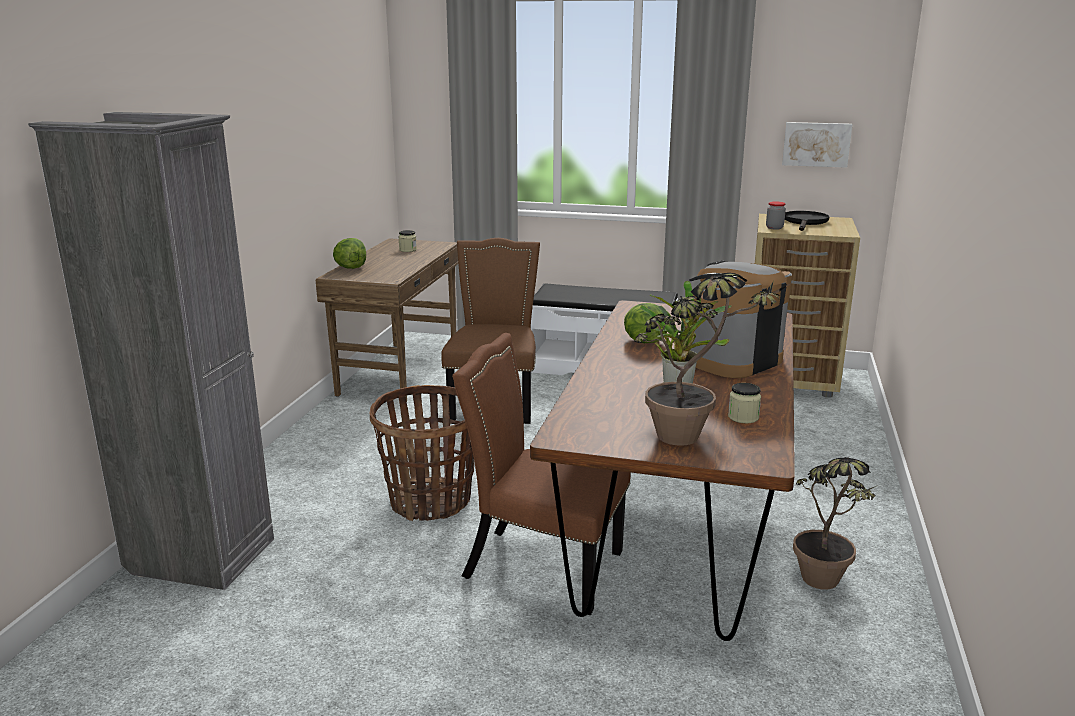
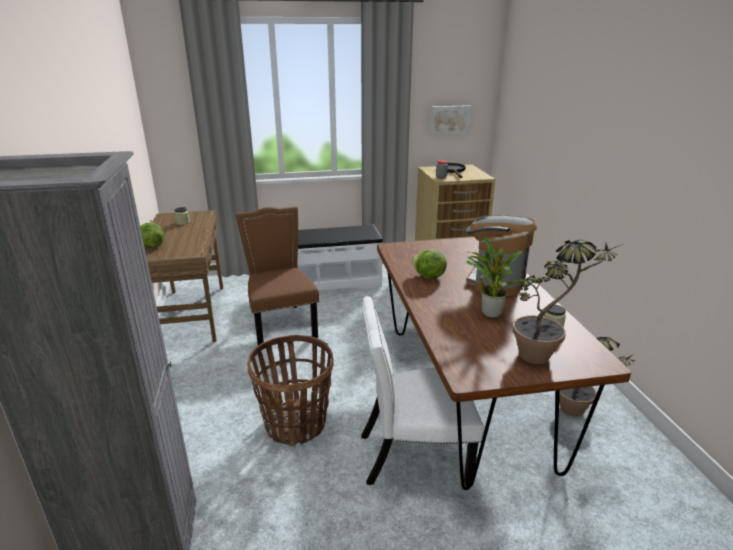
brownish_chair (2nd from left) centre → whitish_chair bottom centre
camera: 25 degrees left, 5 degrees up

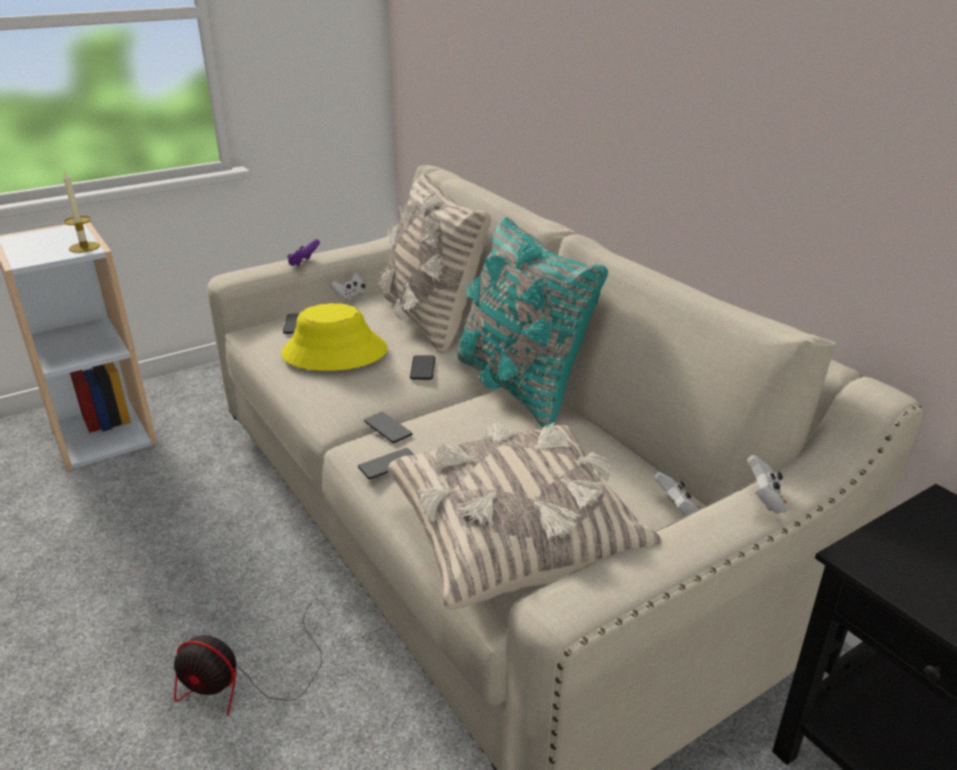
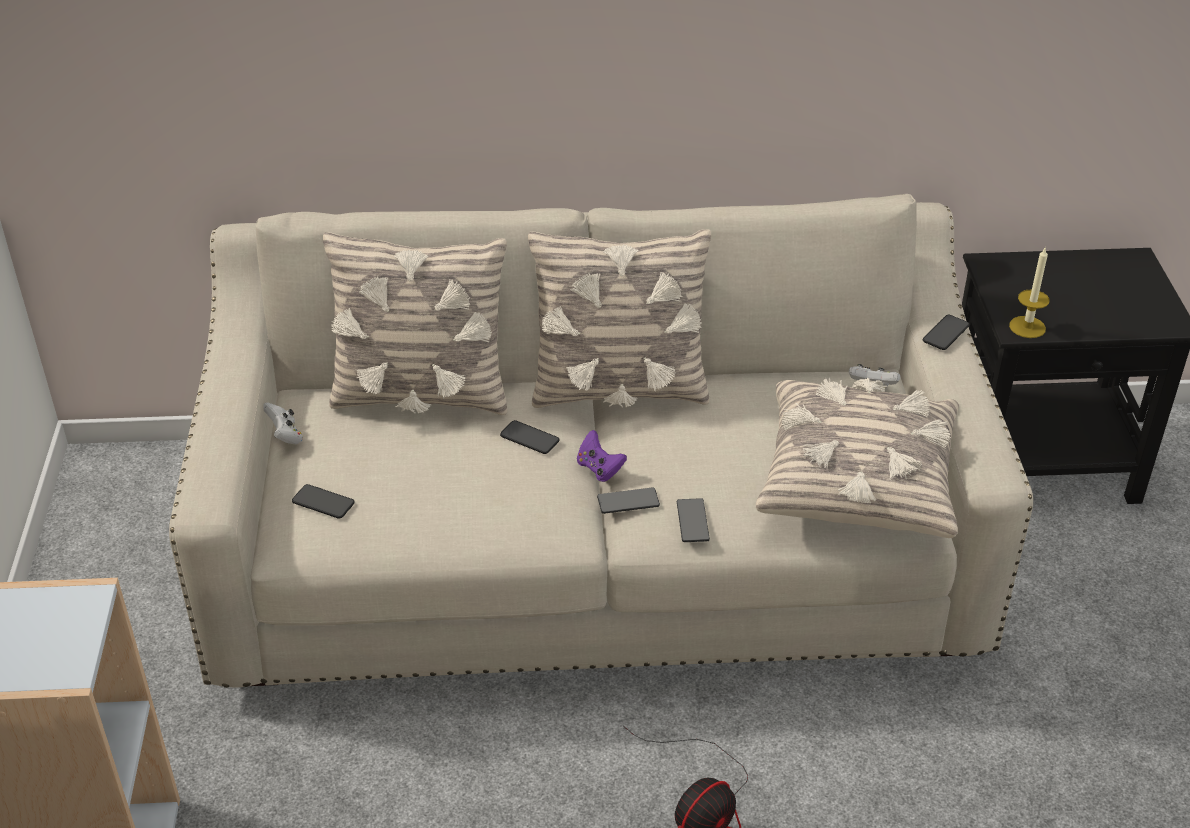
candle top left → candle middle right, move
yellowish_wearable_hat centre → -
purplish_joypad top left → purplish_joypad centre, move
turquoise_pillow centre → beige_pillow (2nd from left) centre
whitish_joypad (3rd from left) middle right → phone (5th from left) middle right
camera: 60 degrees left, 10 degrees up

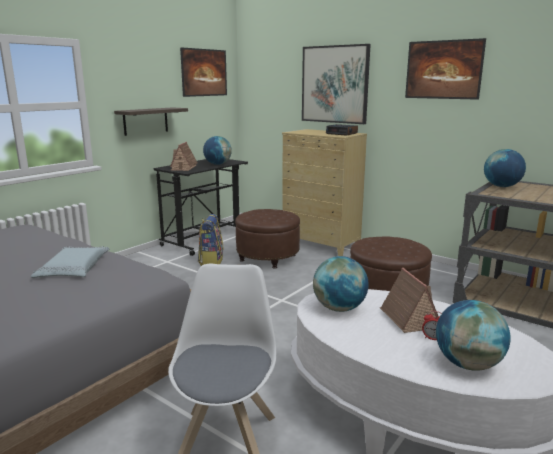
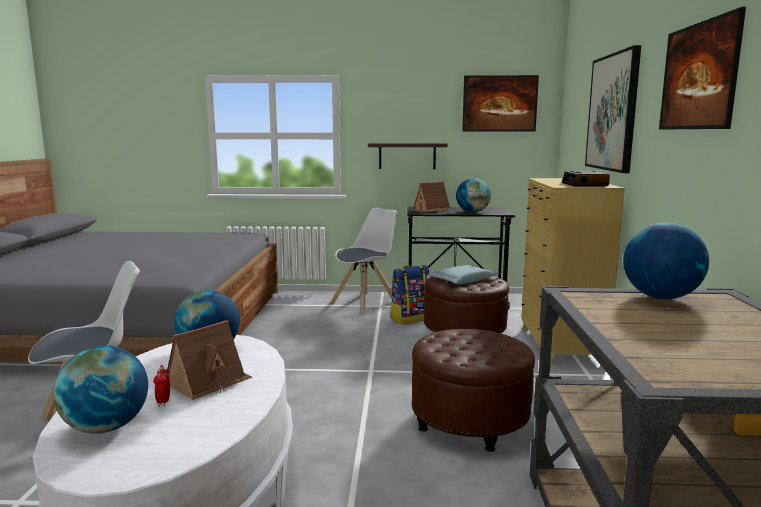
blue_pillow middle left → blue_pillow centre, move
- → chair (2nd from left) centre
camera: 55 degrees right, 5 degrees down

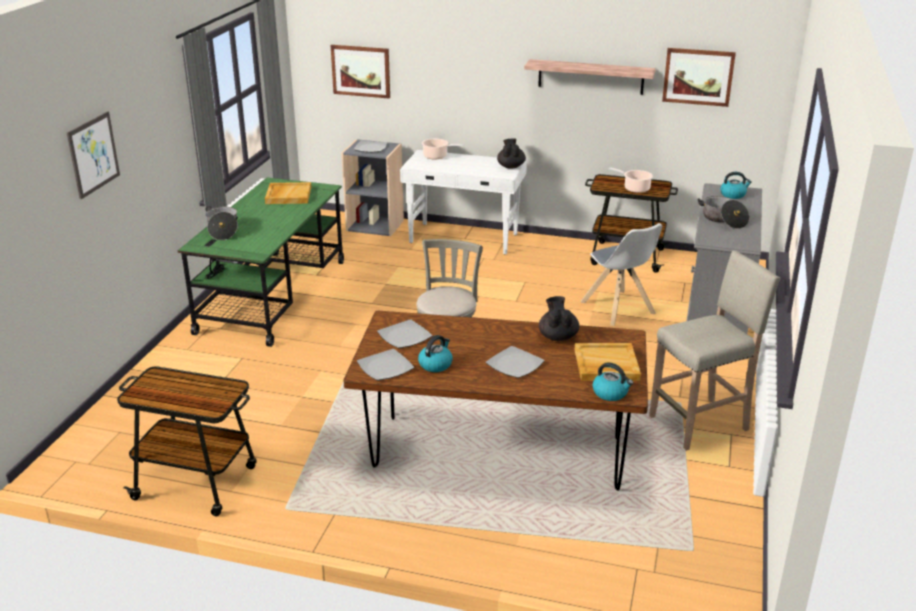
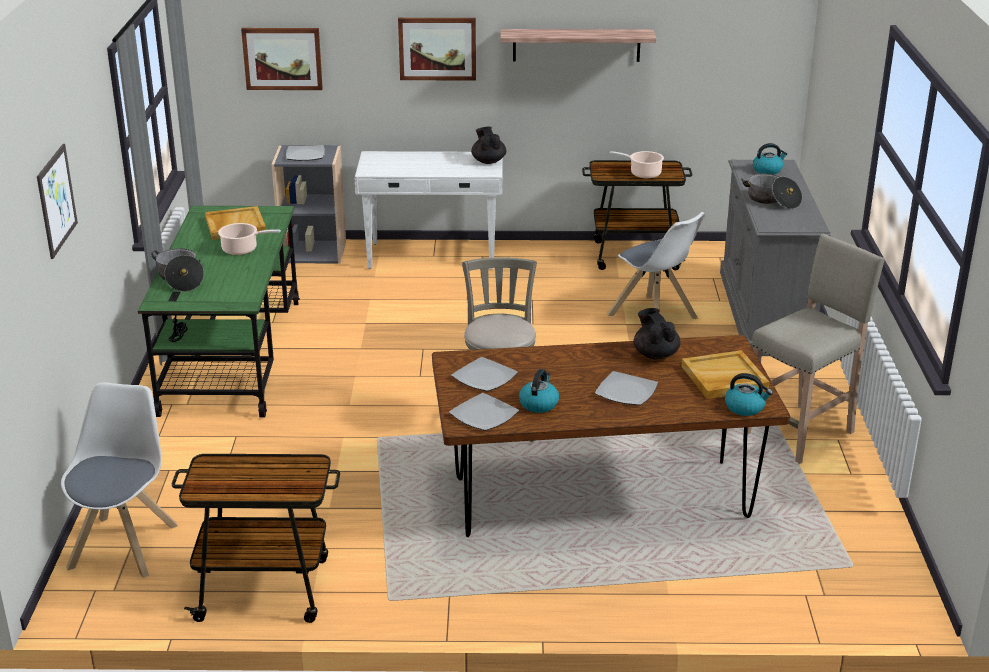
cooking_pot (2nd from left) top centre → cooking_pot (2nd from left) middle left, move
picture (3rd from left) top right → picture (3rd from left) top centre, move
- → chair (1st from left) bottom left
camera: 15 degrees left, 0 degrees up

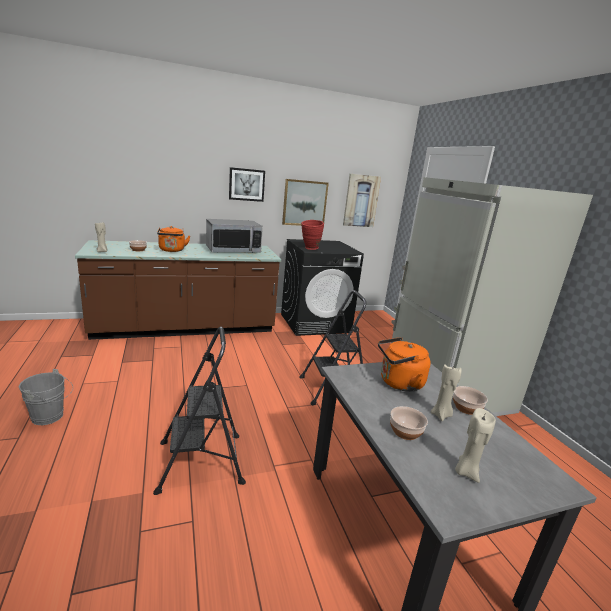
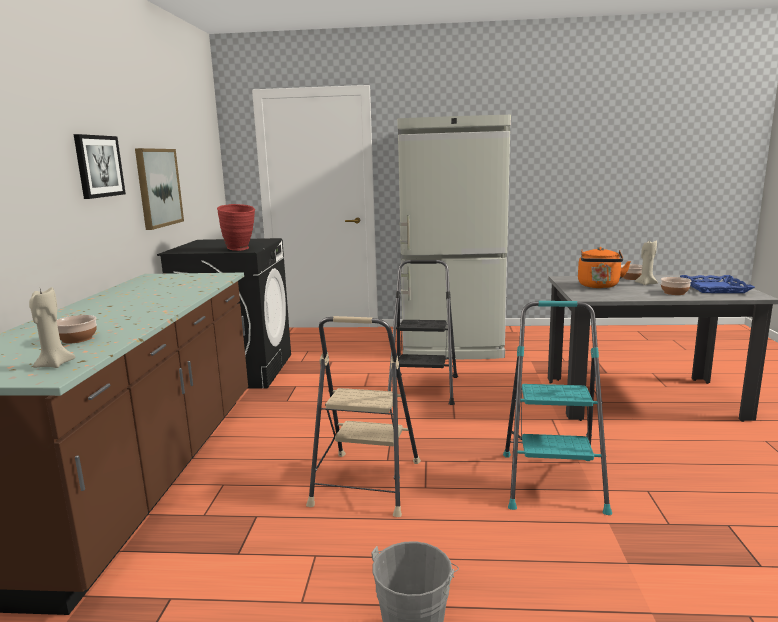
black_stepladder (1st from left) bottom left → turquoise_stepladder middle right
orange-coloured_tea_kettle (1st from left) middle left → -
microwave centre → -
picture (3rd from left) top centre → -
beige_candle (3rd from left) bottom right → blue_serving_tray middle right
- → beige_stepladder bottom centre
camera: 65 degrees left, 5 degrees down

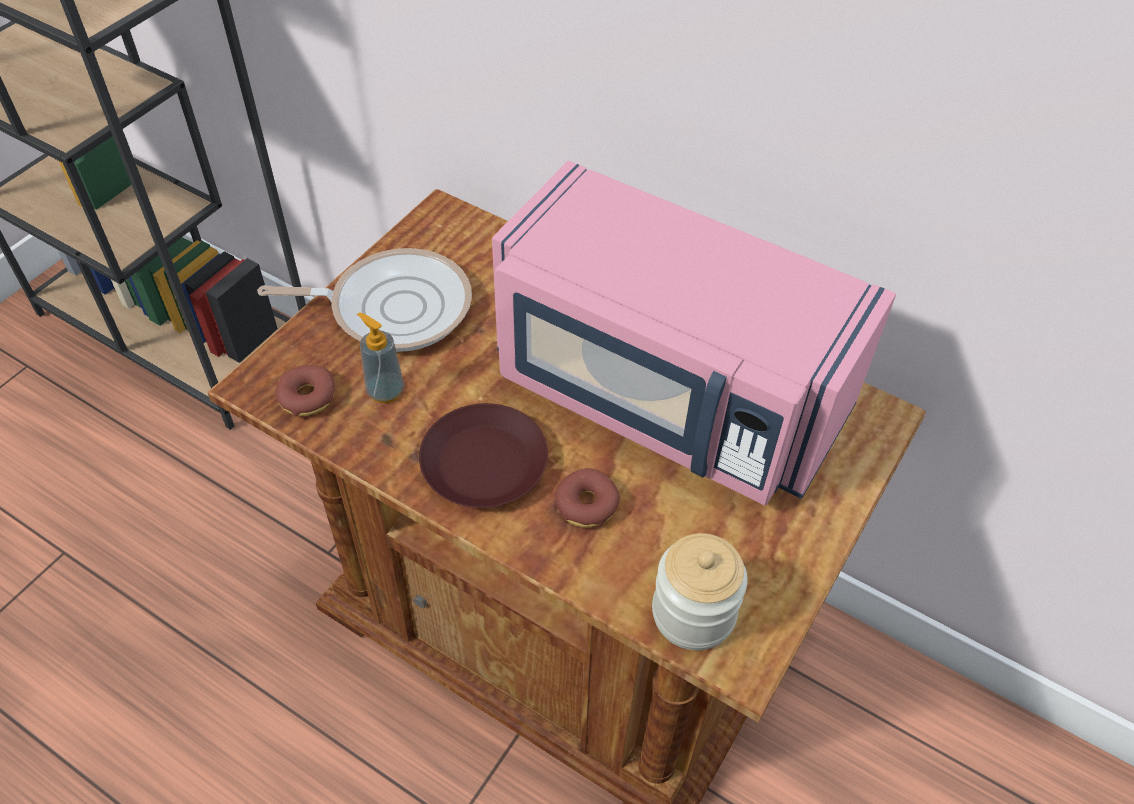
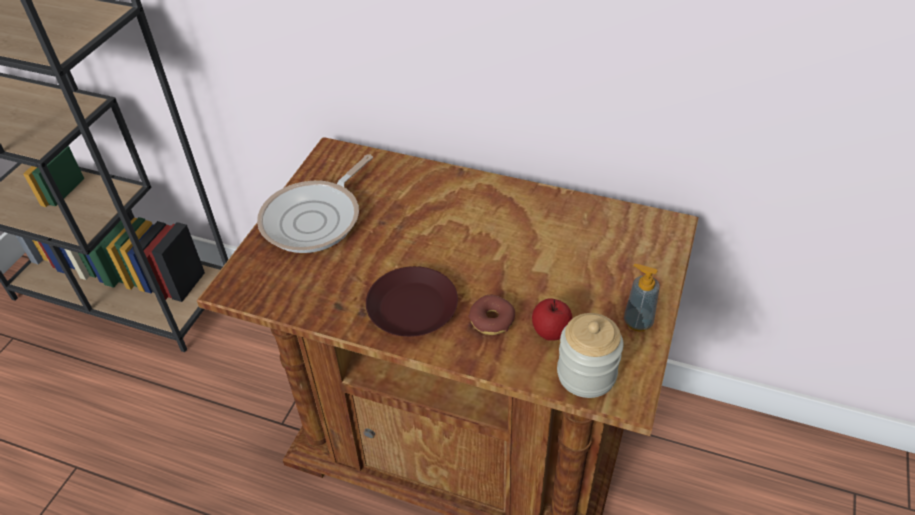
skillet middle left → skillet centre, 135 degrees clockwise
doughnut (1st from left) middle left → -
soap_bottle centre → soap_bottle middle right, move
pinkish_microwave centre → -
- → apple centre
camera: 10 degrees left, 5 degrees down

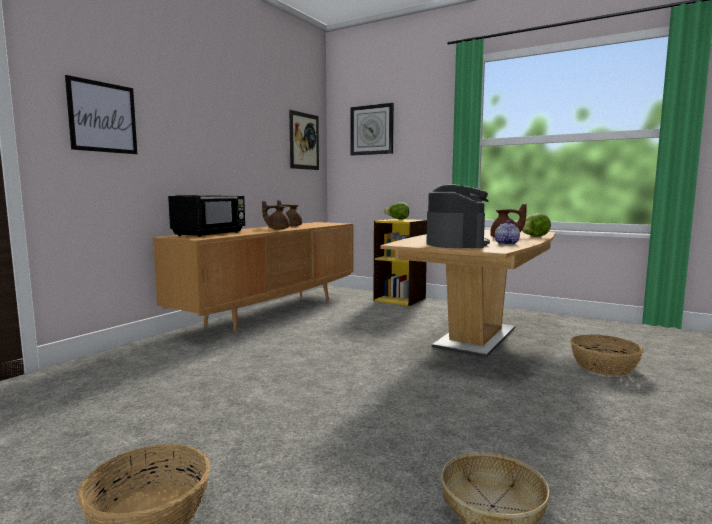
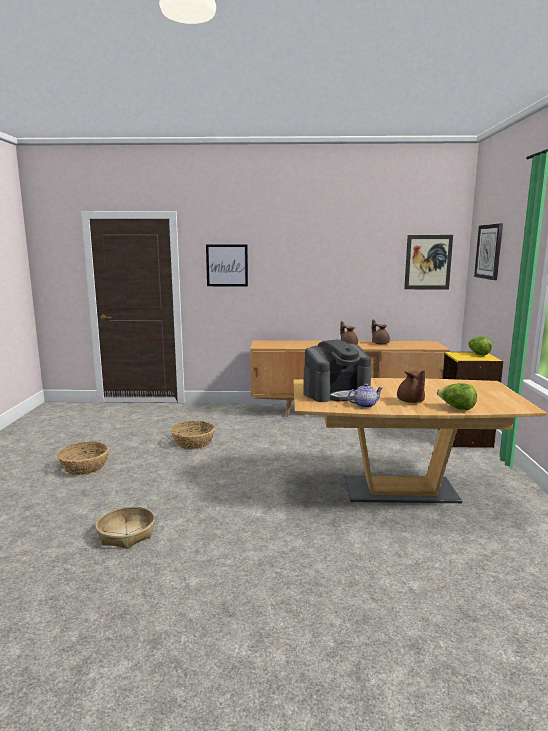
black_microwave middle left → -
basket (3rd from left) bottom right → basket (3rd from left) centre, move
camera: 60 degrees right, 5 degrees up

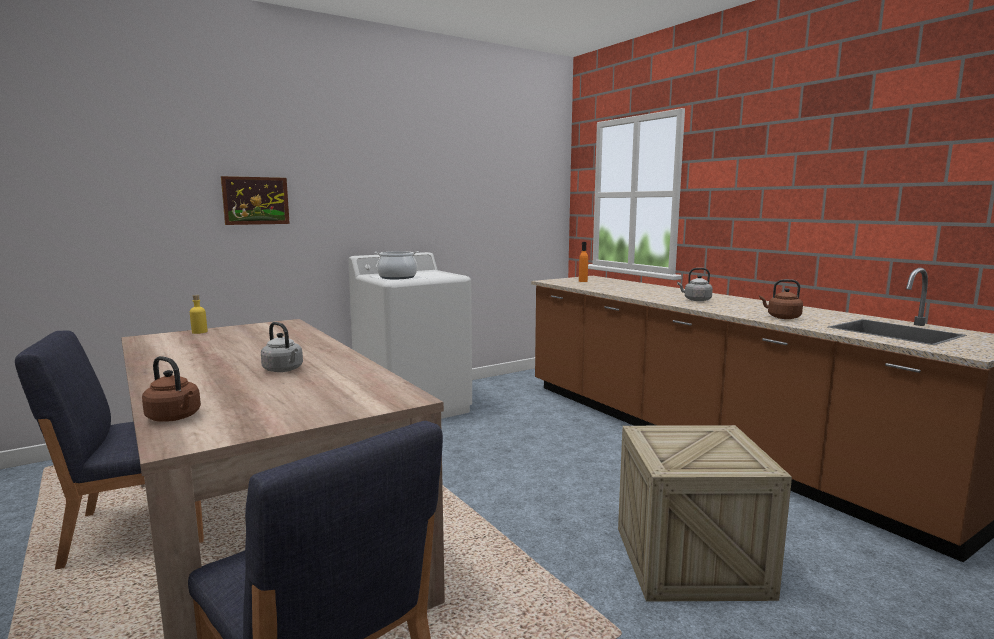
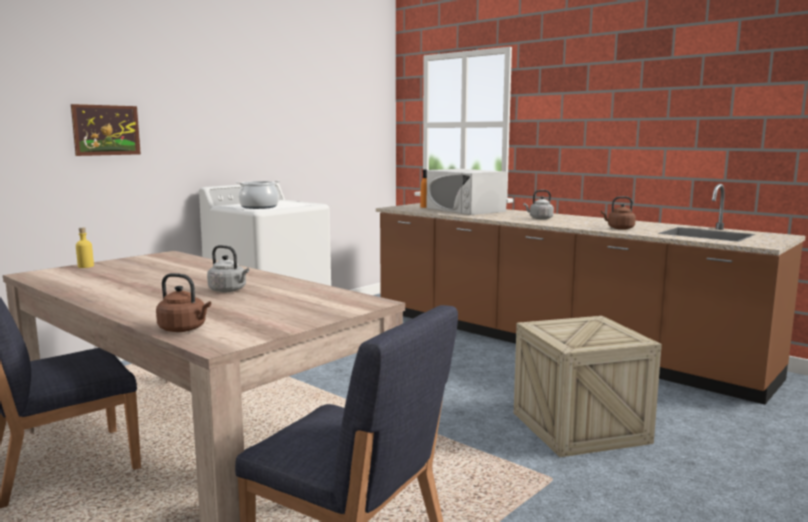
- → whitish_microwave centre
camera: 15 degrees left, 0 degrees up

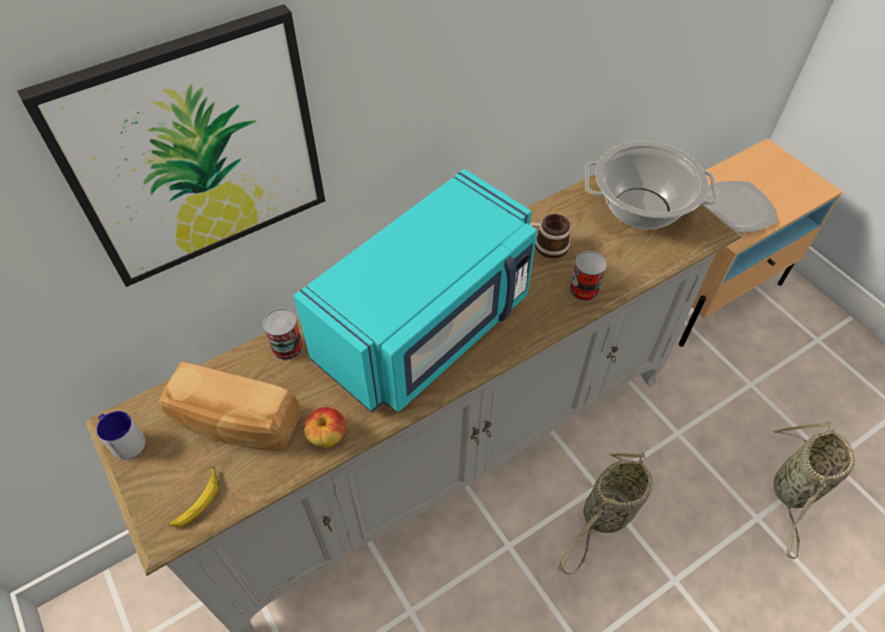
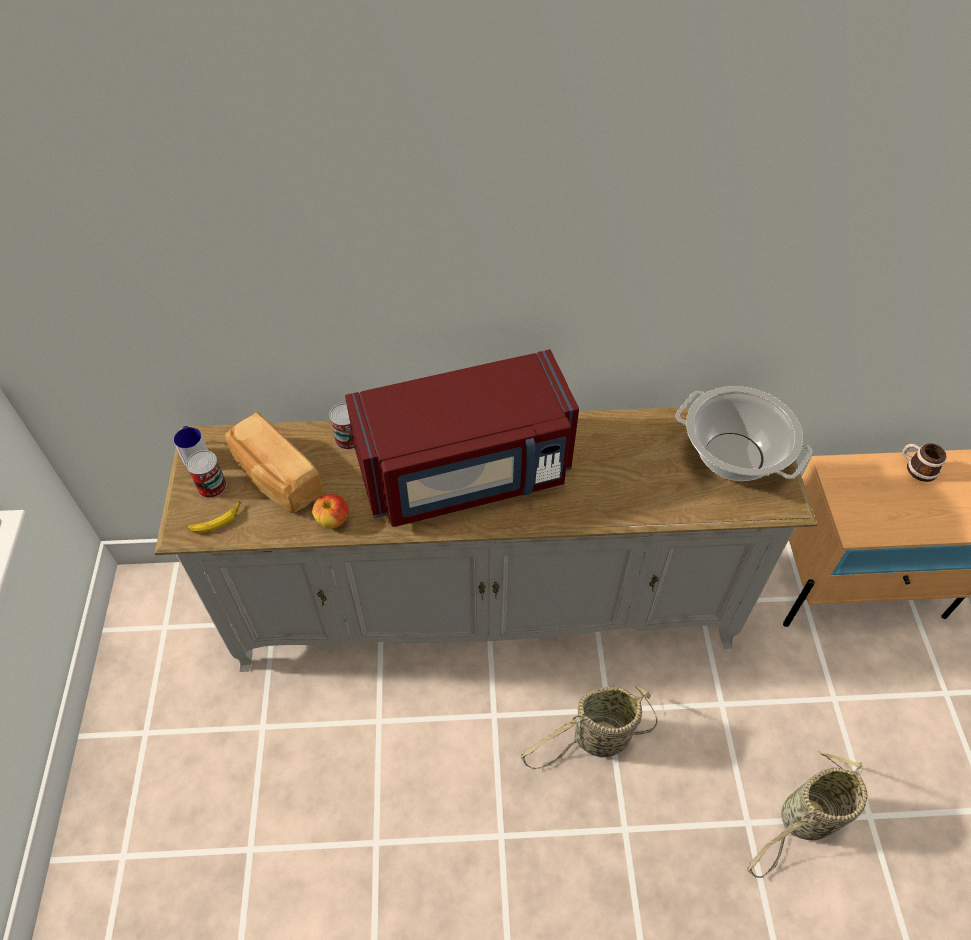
picture top left → -
turquoise_microwave centre → reddish_microwave centre
coffee_mug (2nd from left) centre → coffee_mug (2nd from left) middle right, move
metal_can (2nd from left in the first image) centre → metal_can (1st from left) middle left, move
flat_dish top right → -
camera: 30 degrees right, 0 degrees up

